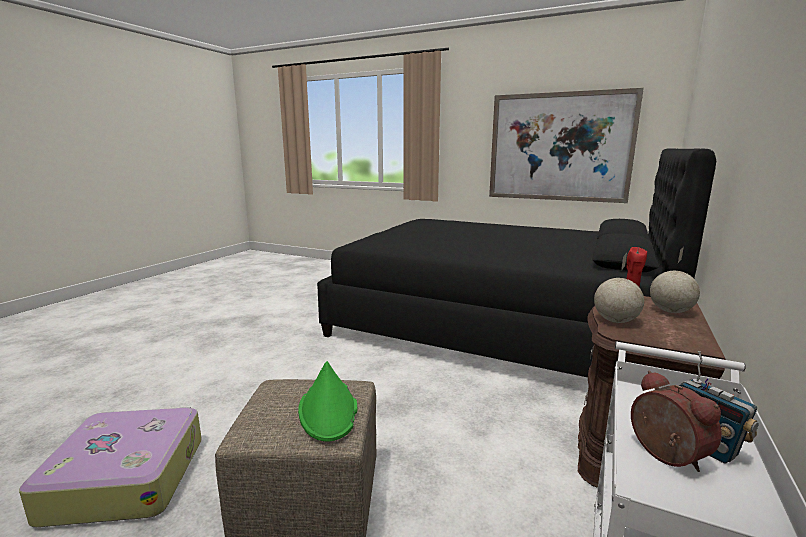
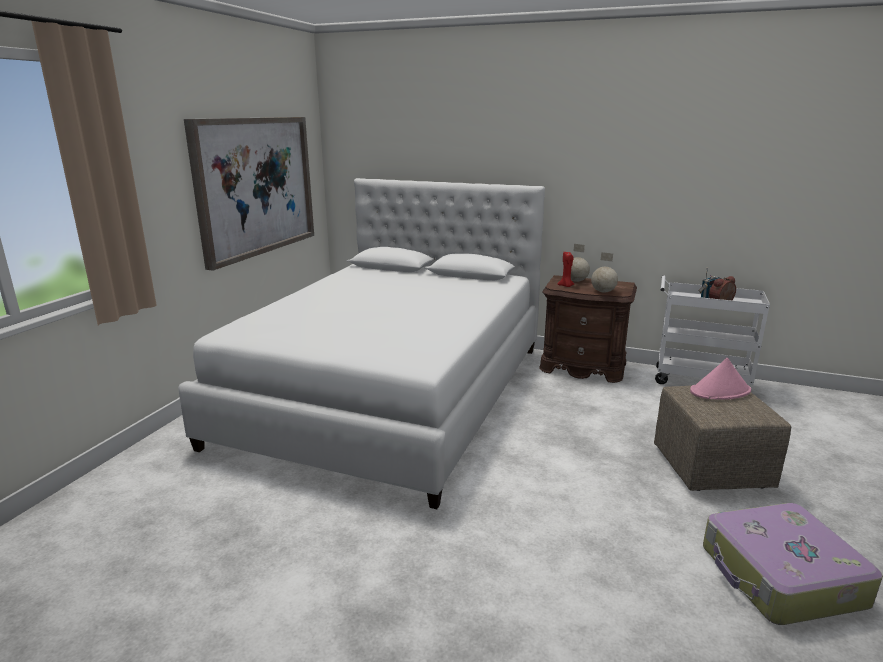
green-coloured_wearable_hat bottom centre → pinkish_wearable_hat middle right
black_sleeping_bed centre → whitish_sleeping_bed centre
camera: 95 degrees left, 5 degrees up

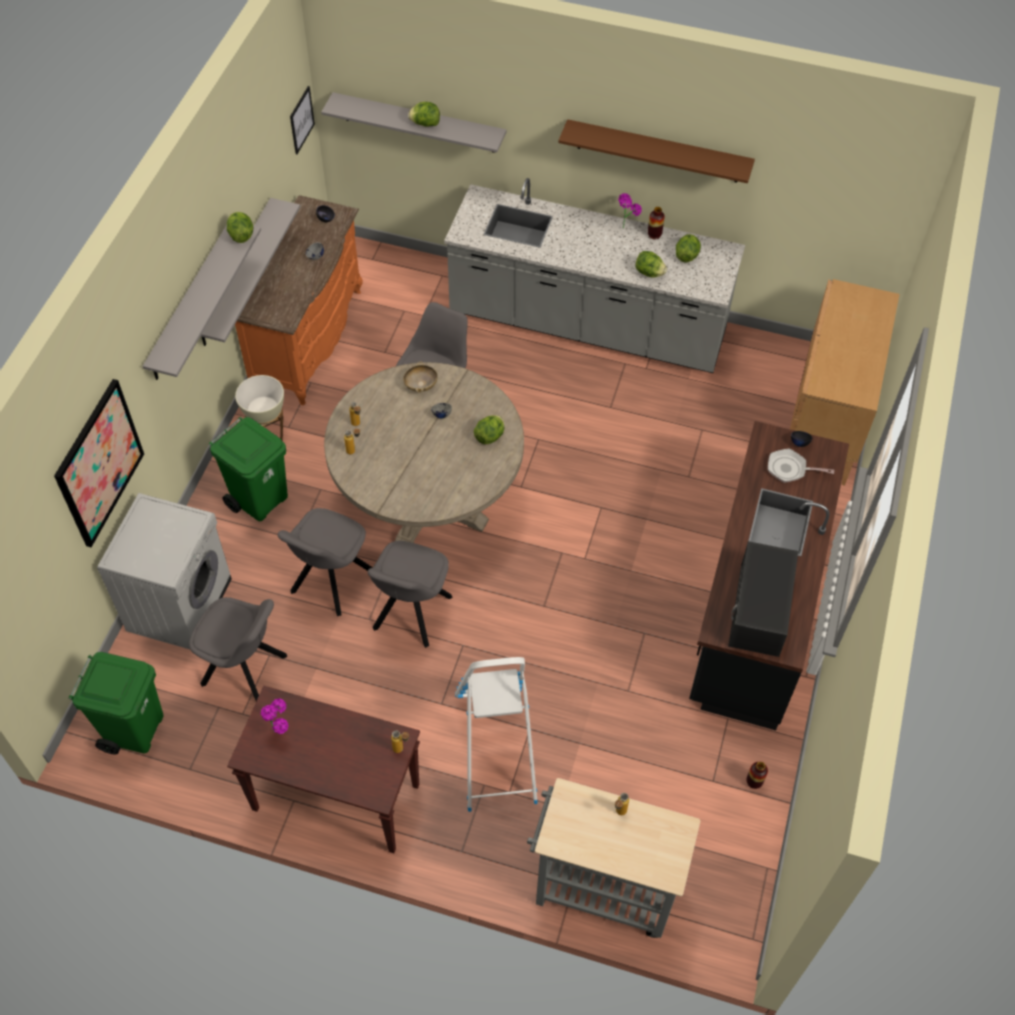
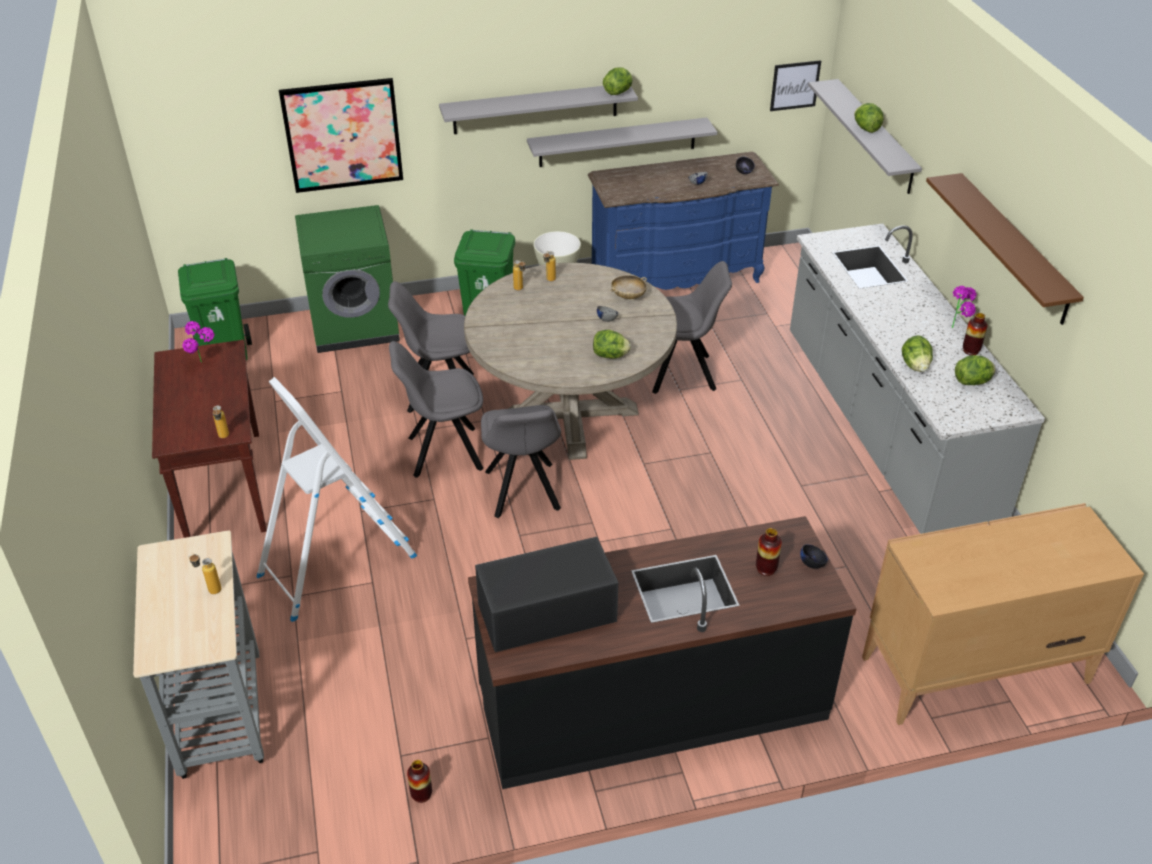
whitish_laundry_machine middle left → green-coloured_laundry_machine top left
grey_chair (1st from left in the first image) middle left → grey_chair (3rd from left) centre, move
orange-coloured_chest_of_drawers top left → blue_chest_of_drawers top centre
skillet middle right → flower_vase (2nd from left) middle right
camera: 60 degrees right, 15 degrees down

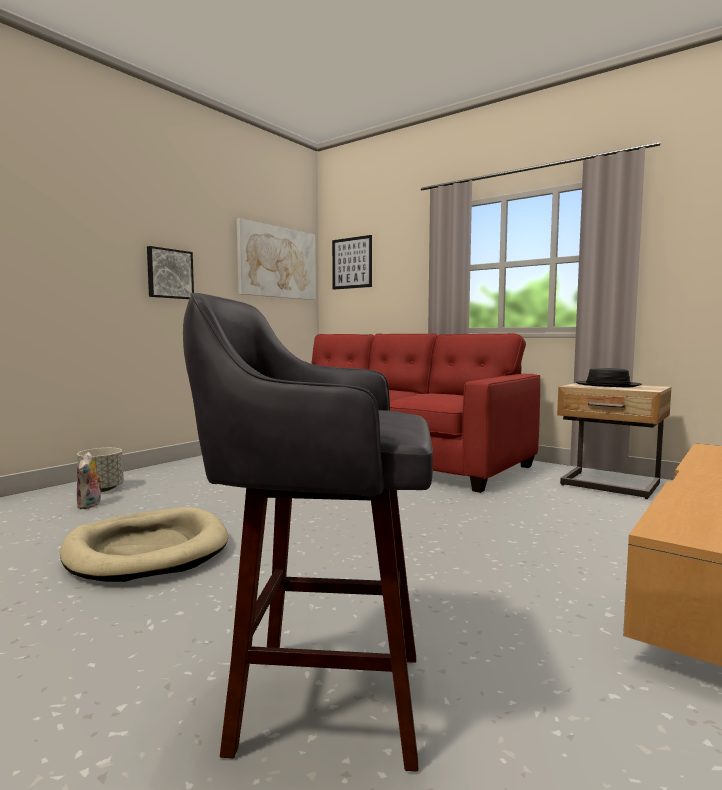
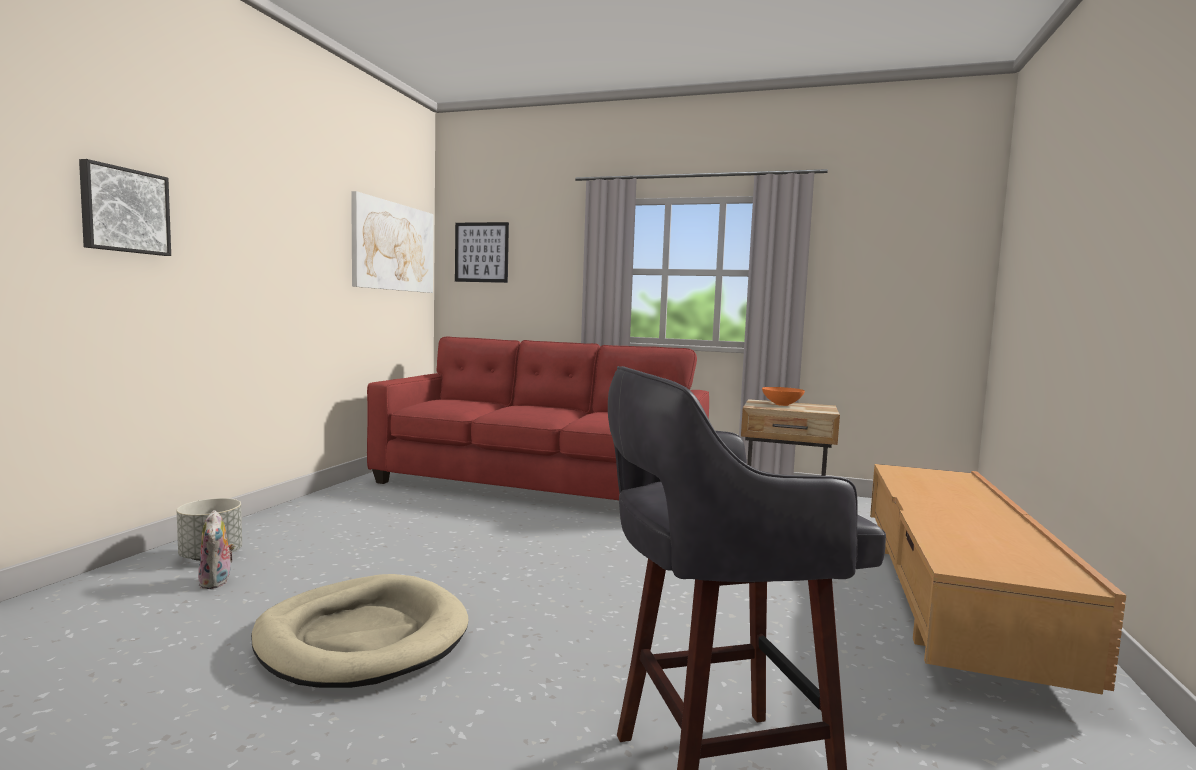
picture (1st from left) middle left → picture (1st from left) top left, move
black_wearable_hat middle right → orange-coloured_serving_bowl centre
camera: 20 degrees left, 0 degrees up

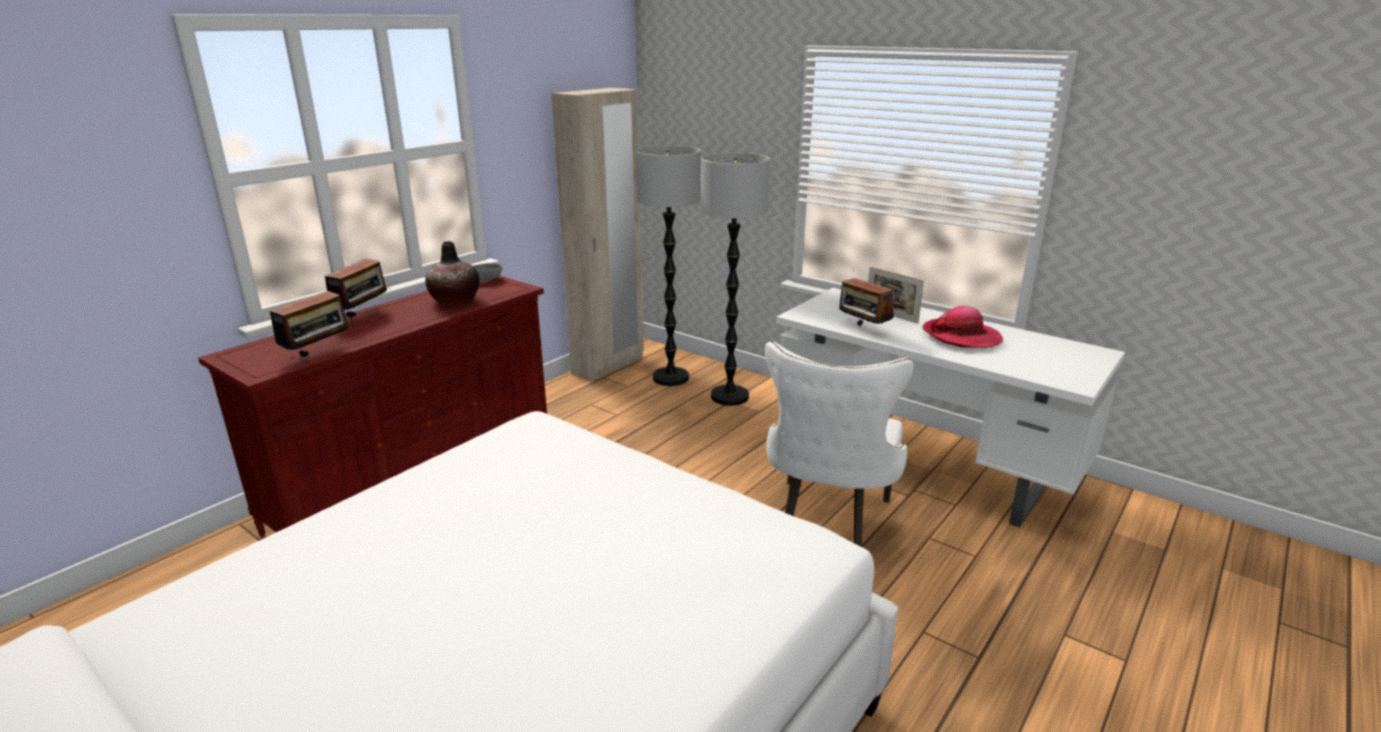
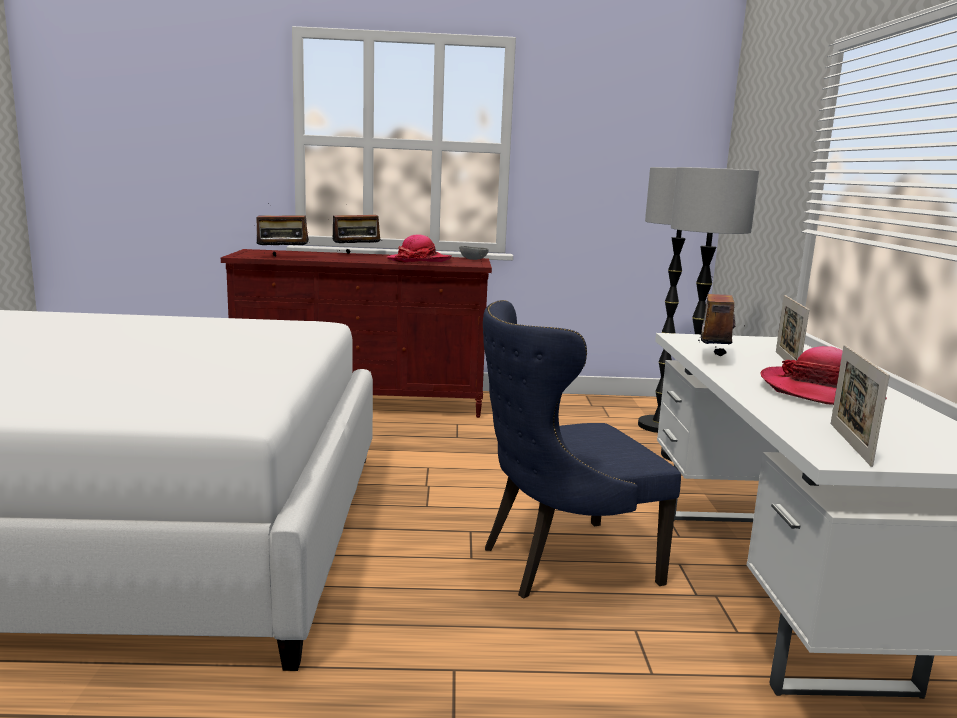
flower_vase middle left → wearable_hat (1st from left) centre
beige_armoire top centre → -
whitish_chair centre → blue_chair centre
- → photo_frame (2nd from left) middle right
camera: 50 degrees right, 10 degrees down

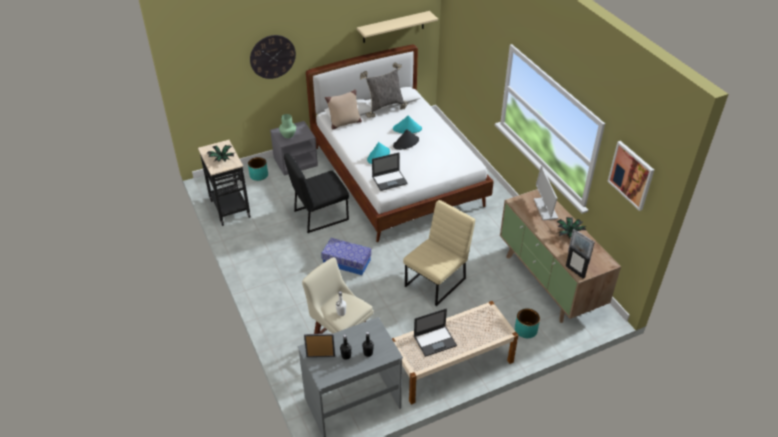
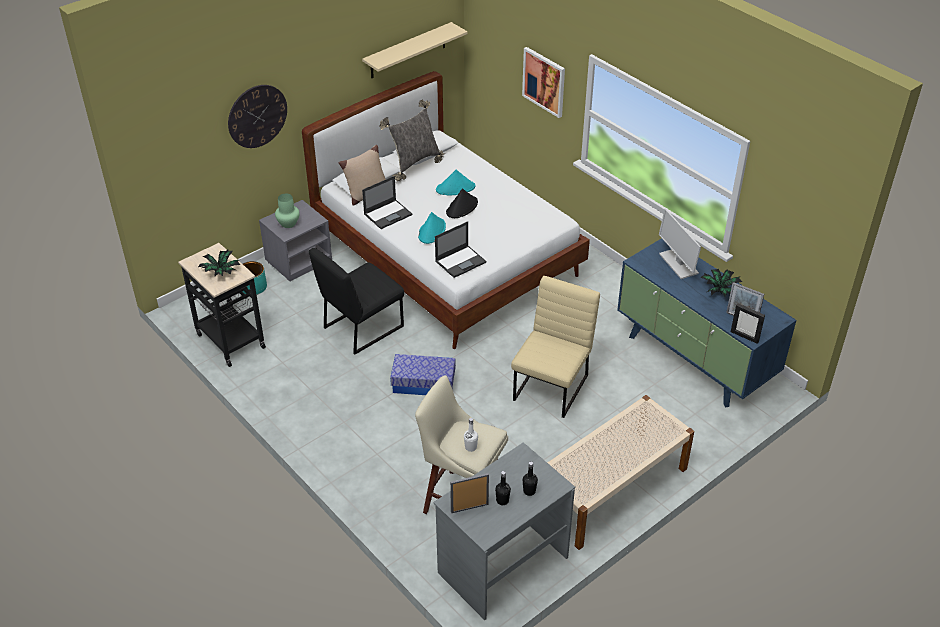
portable_computer (2nd from left in the first image) bottom centre → portable_computer (1st from left) top centre, move
green-coloured_chest_of_drawers middle right → blue_chest_of_drawers middle right
turquoise_planter (2nd from left) bottom right → -
picture middle right → picture top centre, move
camera: 15 degrees left, 0 degrees up

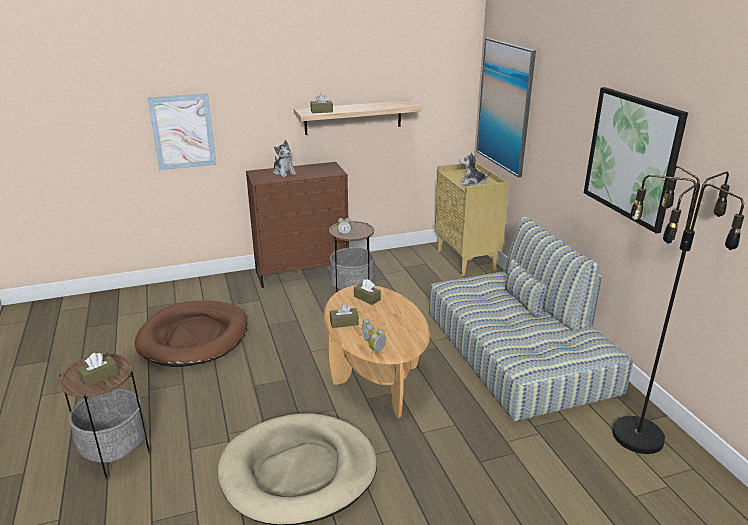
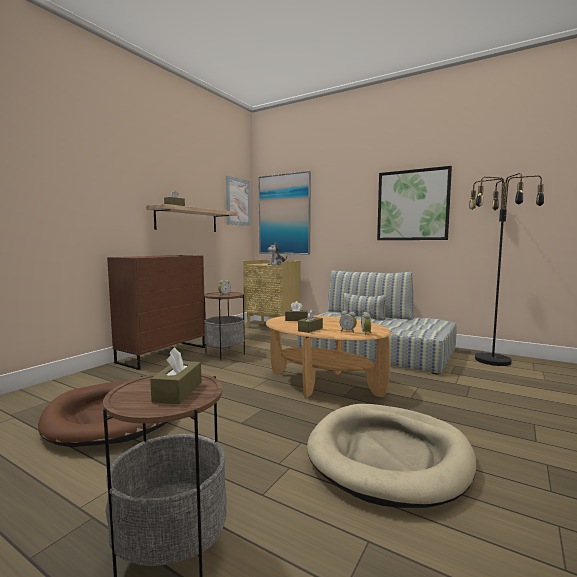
picture (1st from left) top left → picture (1st from left) centre, move
cuddly_toy (1st from left) top centre → -
camera: 40 degrees left, 20 degrees down

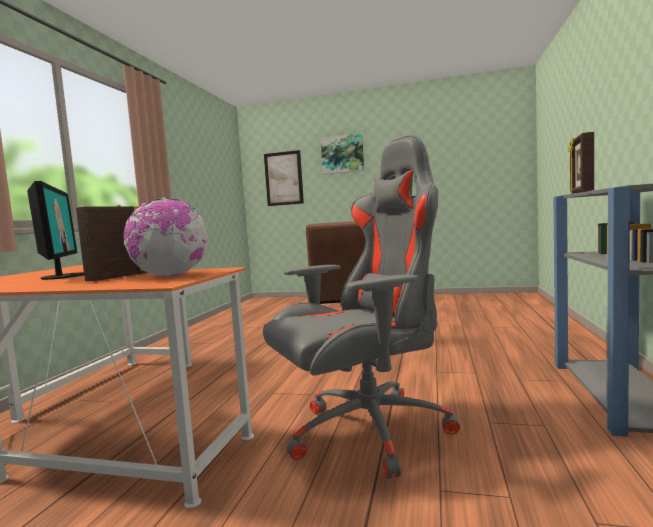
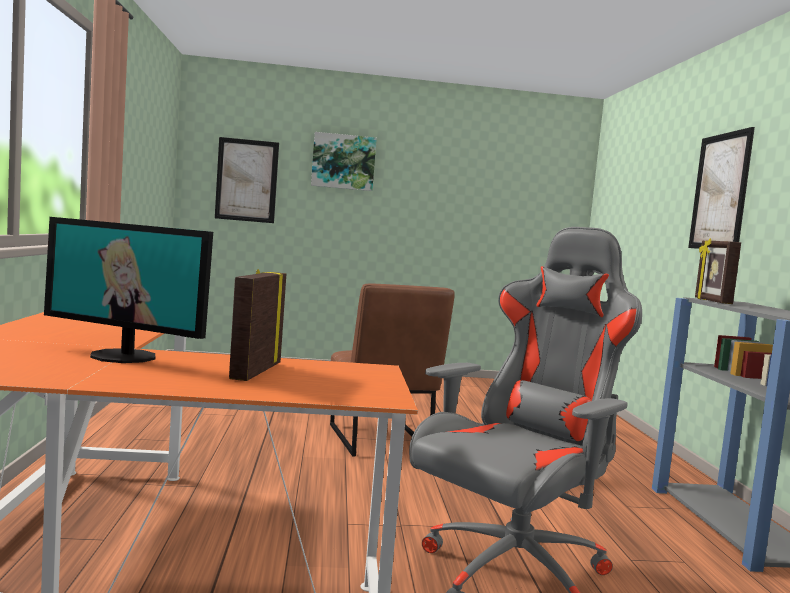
computer_display middle left, 150 degrees clockwise
desk_globe middle left → -
- → picture (3rd from left) top right
camera: 20 degrees left, 0 degrees up

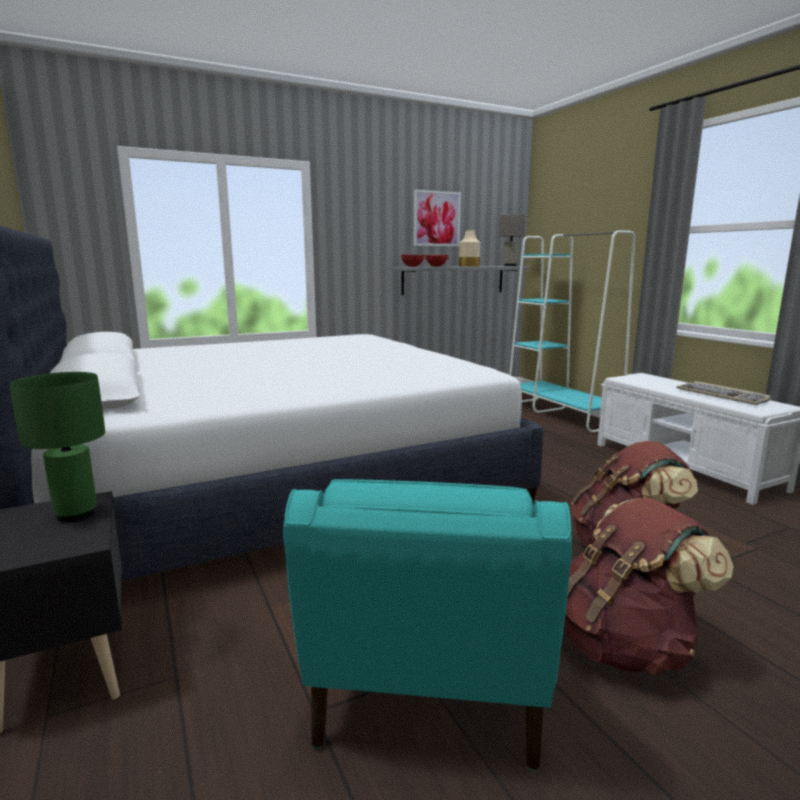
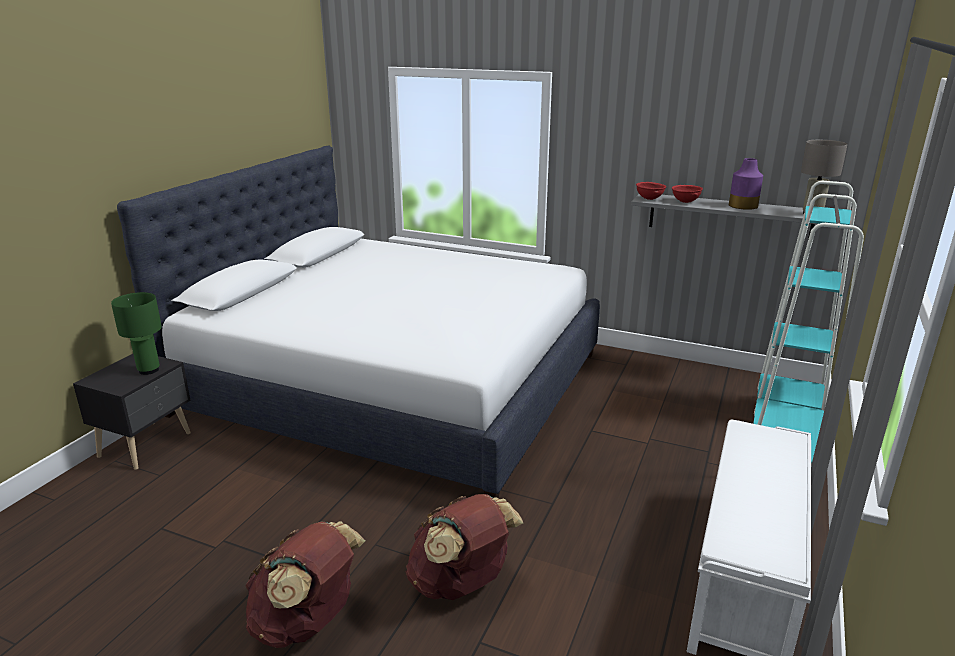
turquoise_easy_chair bottom centre → -
picture top centre → -
beige_flower_vase top centre → purplish_flower_vase top right
PC_keyboard middle right → -
camera: 50 degrees right, 10 degrees up

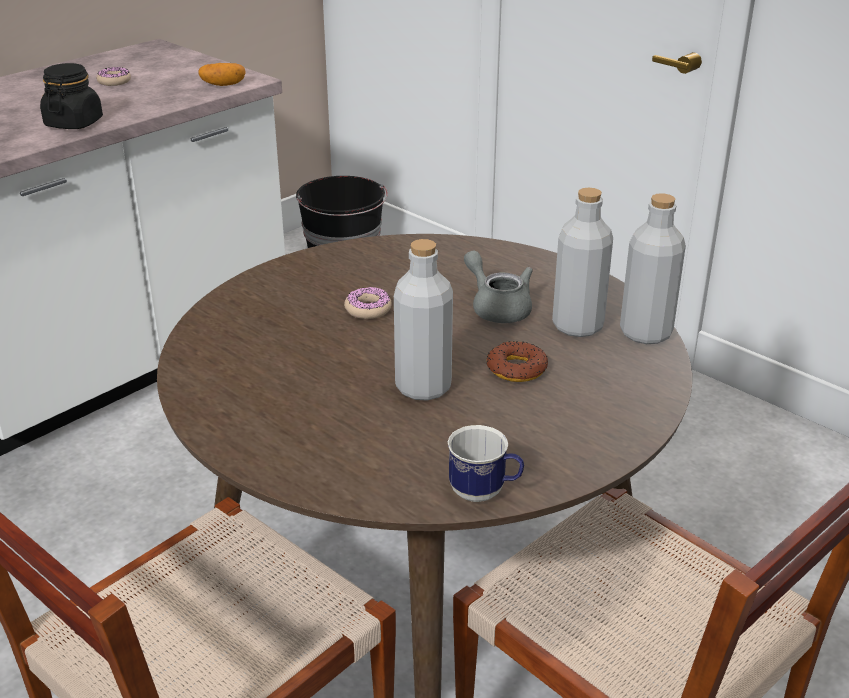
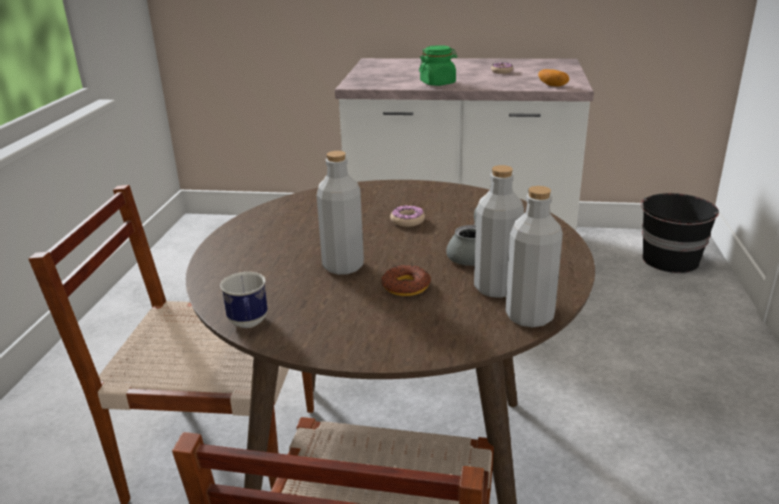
black_preserve_jar top left → green-coloured_preserve_jar top centre
camera: 55 degrees right, 5 degrees down

